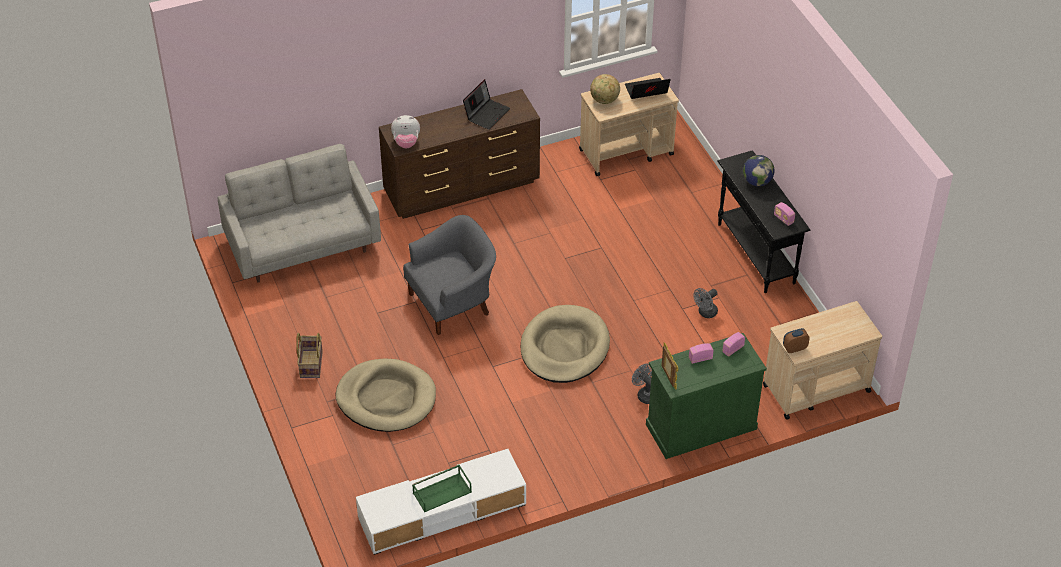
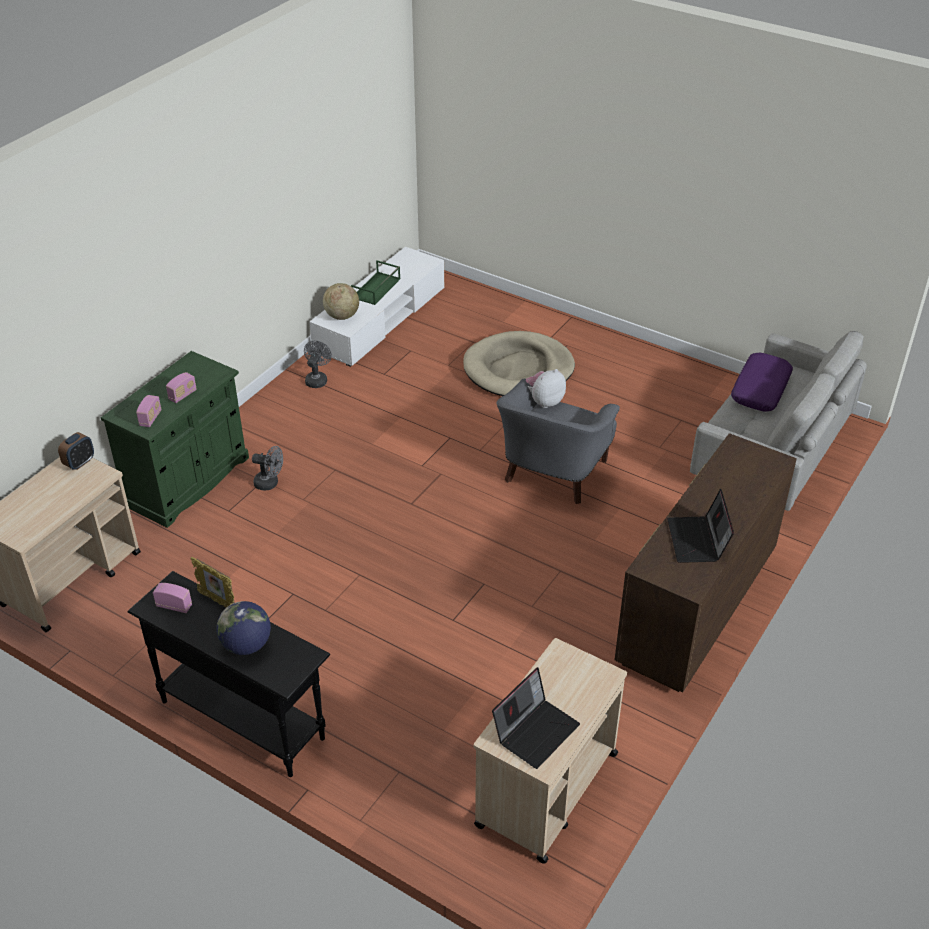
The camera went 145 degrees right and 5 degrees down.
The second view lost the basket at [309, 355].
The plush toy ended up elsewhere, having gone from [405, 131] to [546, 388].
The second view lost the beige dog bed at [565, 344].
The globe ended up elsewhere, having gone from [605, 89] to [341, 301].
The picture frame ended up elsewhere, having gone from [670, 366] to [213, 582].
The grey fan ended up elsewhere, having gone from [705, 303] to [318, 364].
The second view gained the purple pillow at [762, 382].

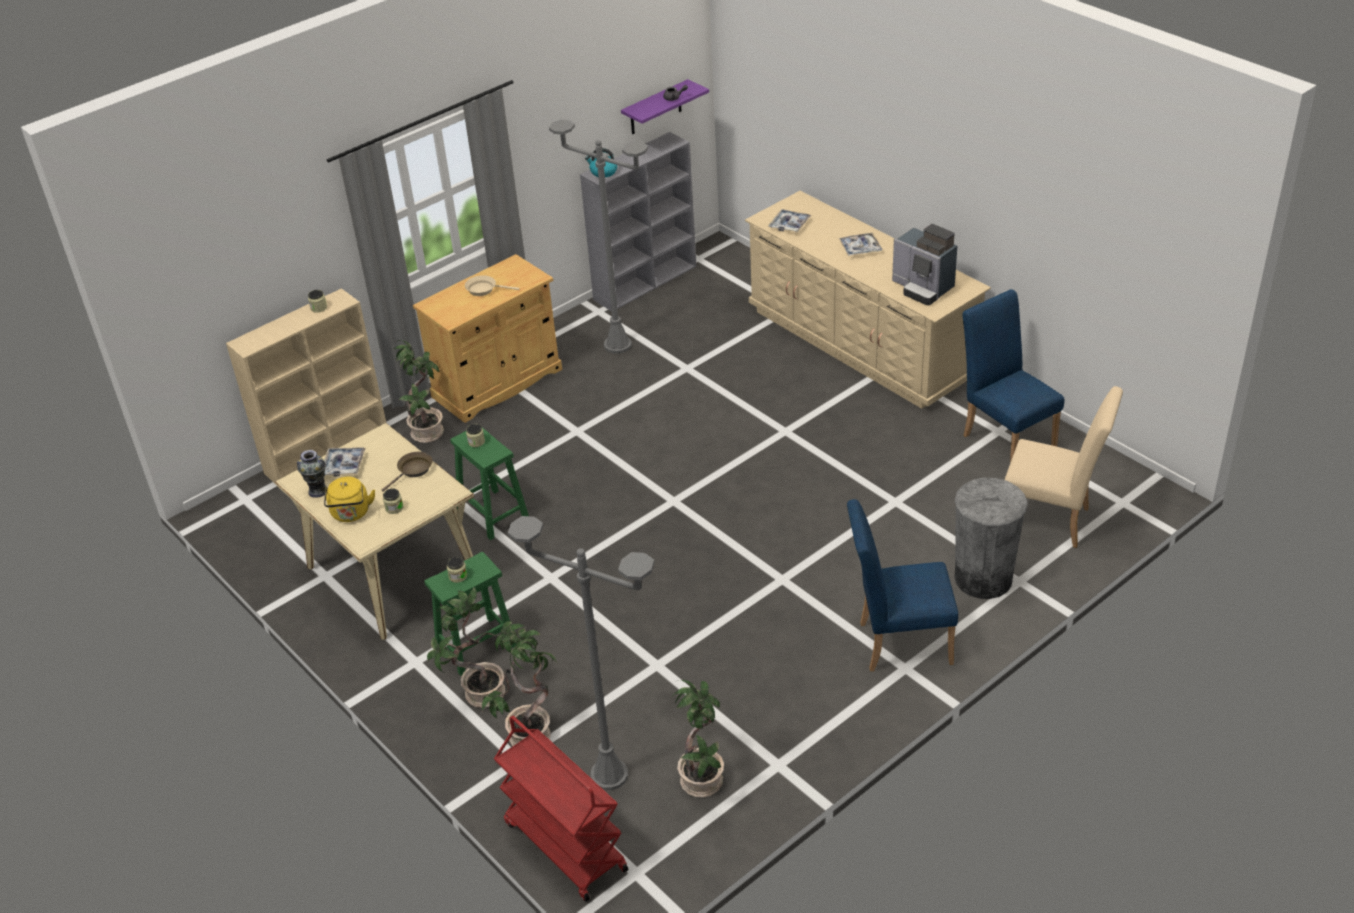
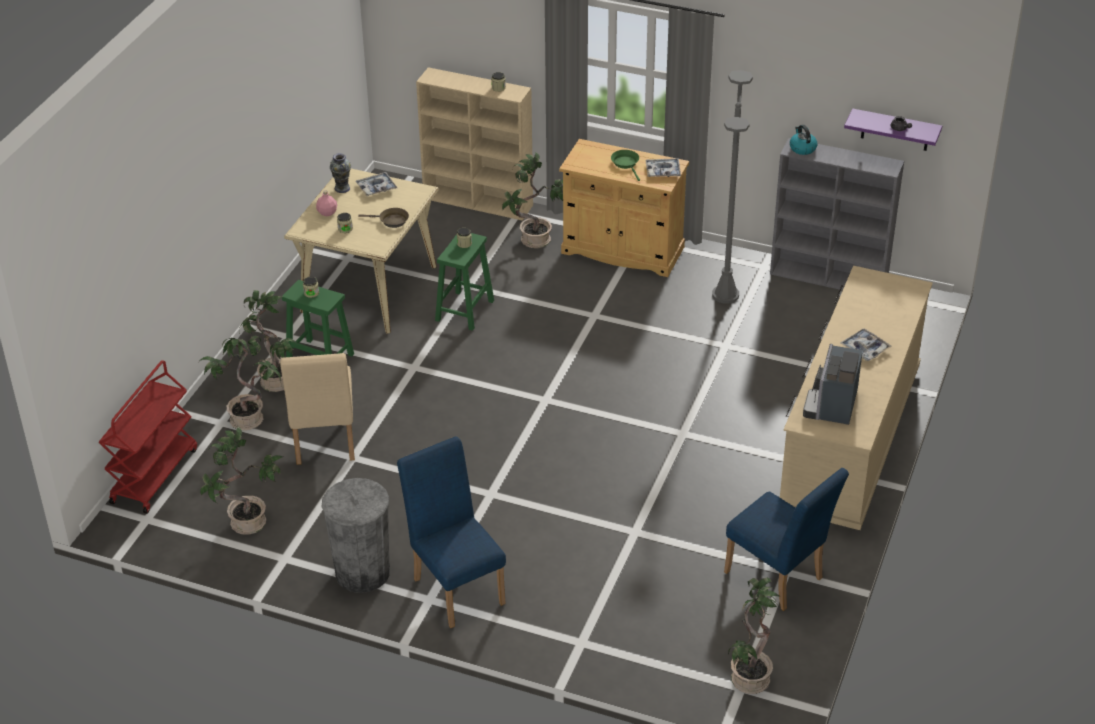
The camera went 60 degrees right and 0 degrees up.
Where the yellow kettle stood at [349, 499], the pink bottle came to stand at [326, 203].
What was the beige frying pan at [492, 285] turned into the green frying pan at [625, 165].
The second view lost the grey floor lamp at [581, 653].
The tray ended up elsewhere, having gone from [789, 221] to [663, 167].
The grey trash can ended up elsewhere, having gone from [991, 538] to [356, 535].
The blue chair at [1013, 376] ended up facing another way, 105 degrees clockwise from before.
The beige chair ended up elsewhere, having gone from [1064, 467] to [317, 409].
The second view gained the potted plant at [753, 635].

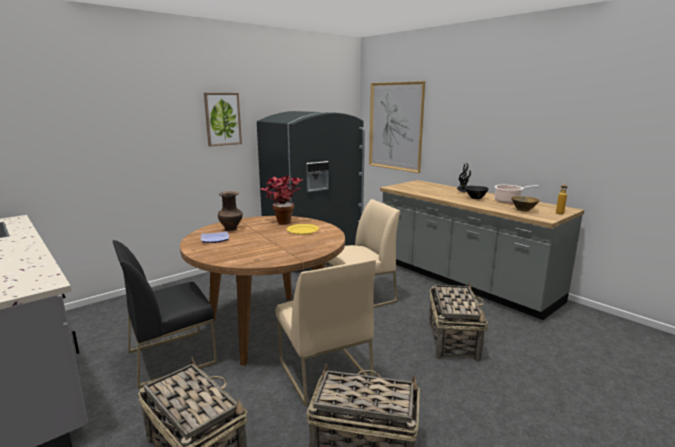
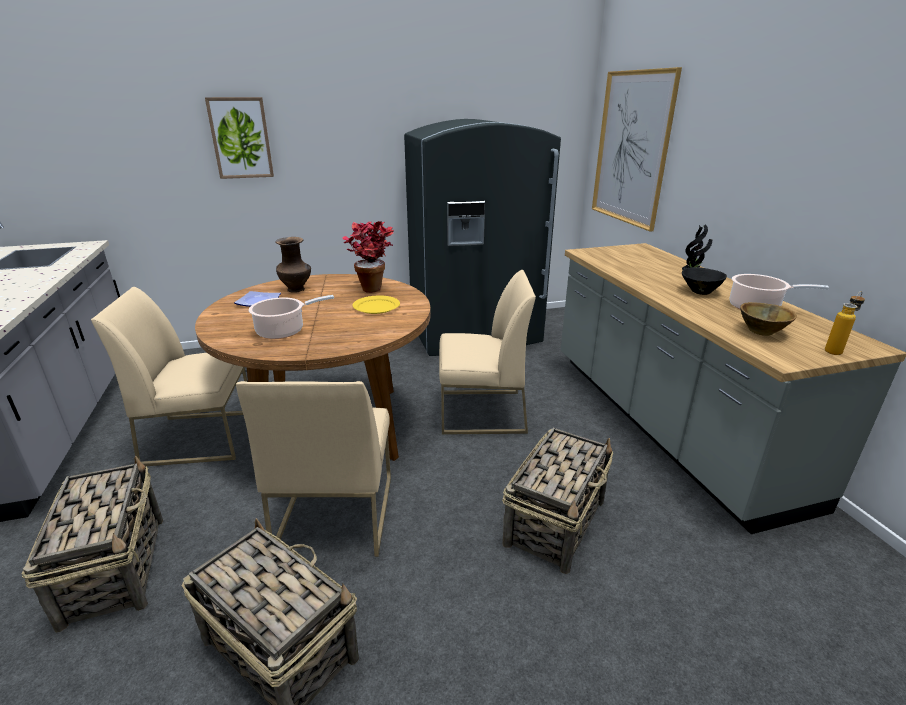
The camera went 25 degrees right and 10 degrees up.
What was the black chair at [164, 314] turned into the beige chair at [169, 376].
The picture ended up elsewhere, having gone from [223, 119] to [239, 138].
The second view gained the cooking pot at [291, 317].

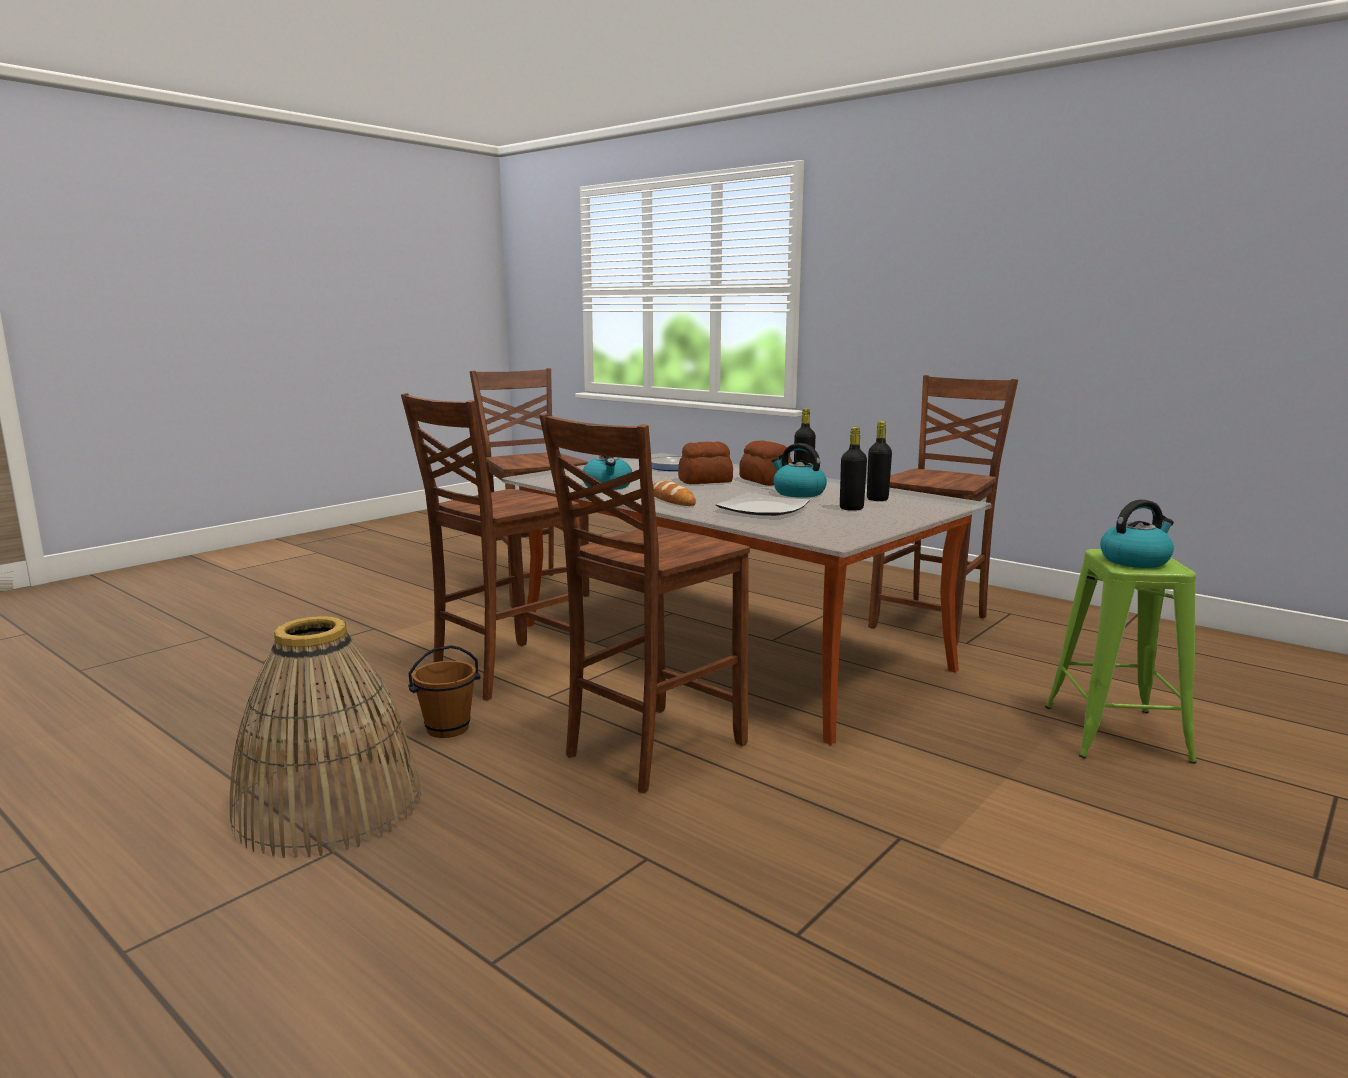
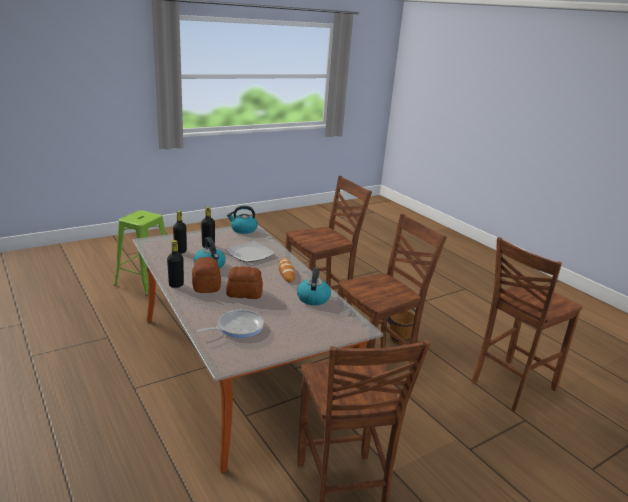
The camera went 165 degrees left and 10 degrees up.
The second view lost the basket at [325, 737].
The brown chair ended up elsewhere, having gone from [943, 510] to [527, 324].
The kettle ended up elsewhere, having gone from [1137, 533] to [242, 219].

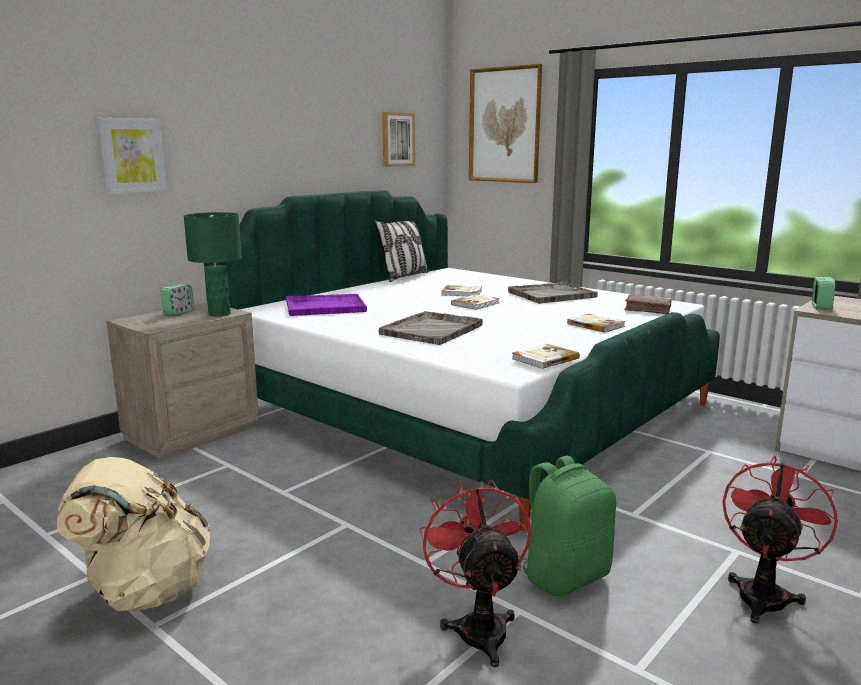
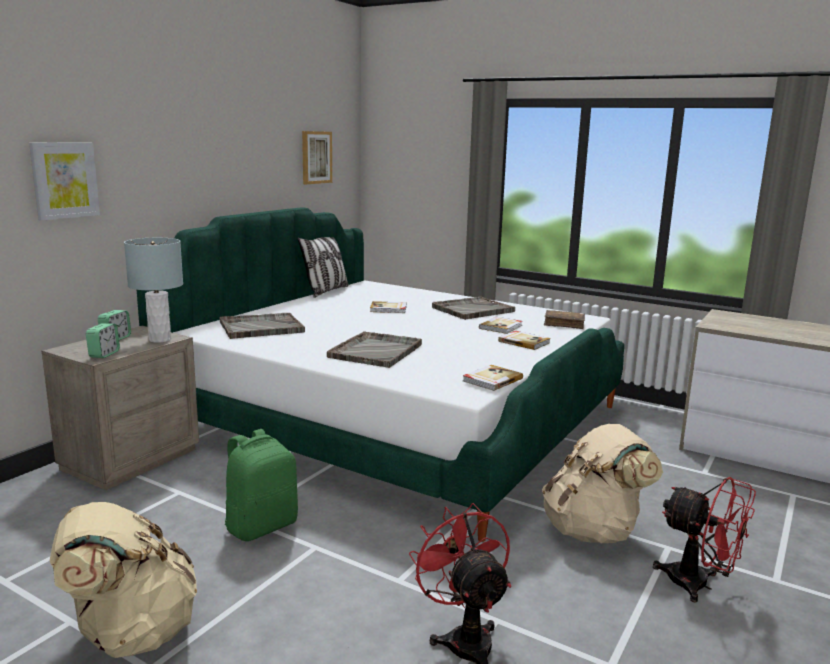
The camera went 10 degrees left and 0 degrees up.
What was the green table lamp at [213, 264] turned into the grey table lamp at [153, 290].
What was the purple tray at [326, 305] turned into the grey tray at [262, 326].
The book ended up elsewhere, having gone from [475, 302] to [500, 325].
The second view lost the picture at [505, 123].
The green backpack ended up elsewhere, having gone from [567, 526] to [261, 485].
The red fan at [780, 539] ended up facing another way, 105 degrees clockwise from before.
The alarm clock ended up elsewhere, having gone from [823, 293] to [103, 340].
The second view gained the beige backpack at [602, 483].

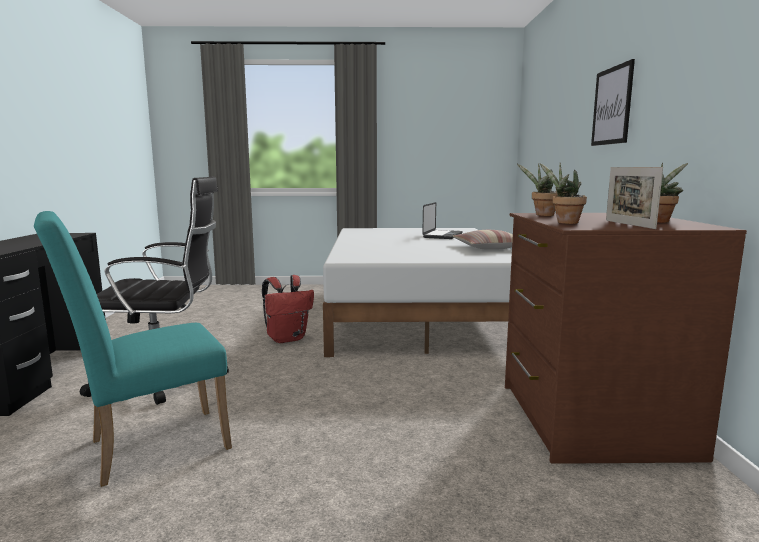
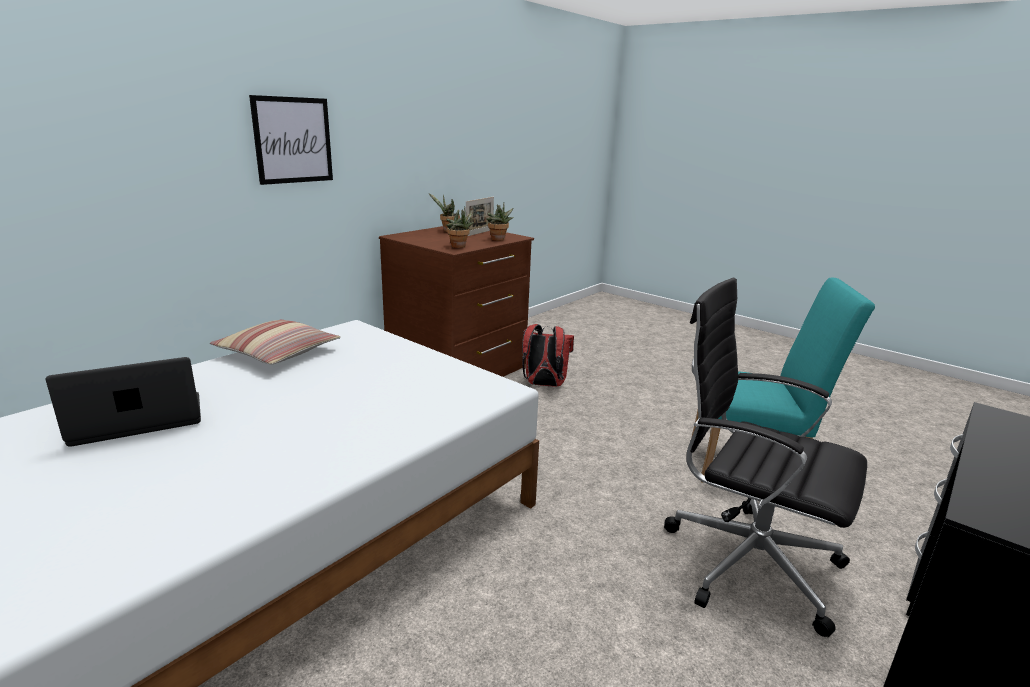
The camera went 140 degrees left and 10 degrees up.
The red backpack ended up elsewhere, having gone from [288, 309] to [548, 355].

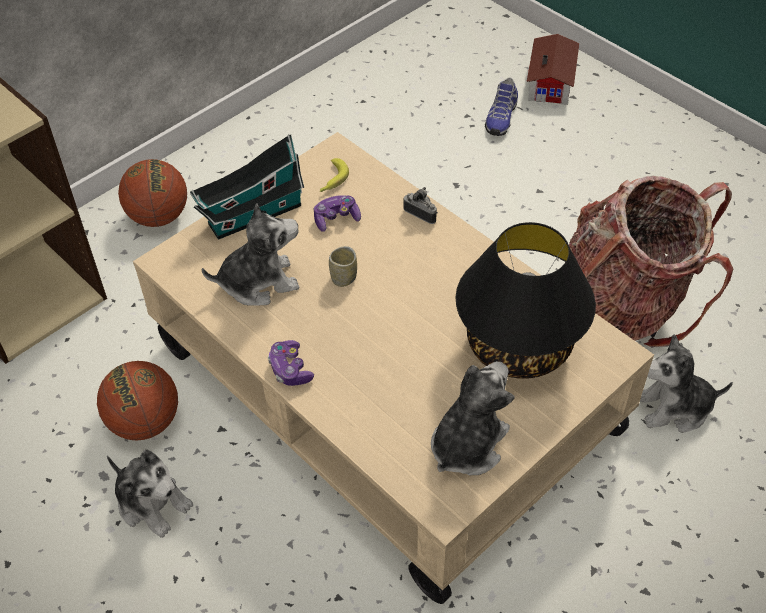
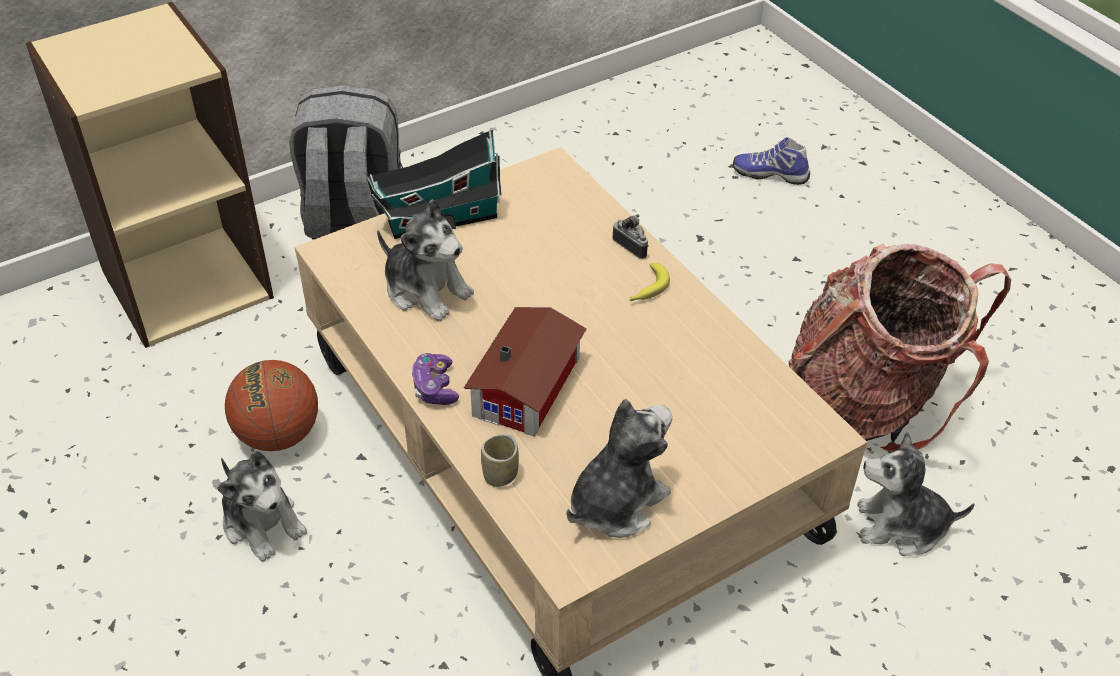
The camera went 10 degrees right and 5 degrees down.
Where the basketball stood at [152, 193], the grey backpack came to stand at [346, 162].
The plush toy at [250, 255] ended up facing another way, 45 degrees clockwise from before.
The second view lost the game controller at [337, 213].
The banana ended up elsewhere, having gone from [334, 175] to [649, 282].
The cup ended up elsewhere, having gone from [343, 266] to [500, 460].
The second view lost the black table lamp at [526, 300].
The shoe at [501, 106] ended up facing another way, 75 degrees clockwise from before.
The toy house ended up elsewhere, having gone from [553, 69] to [525, 372].

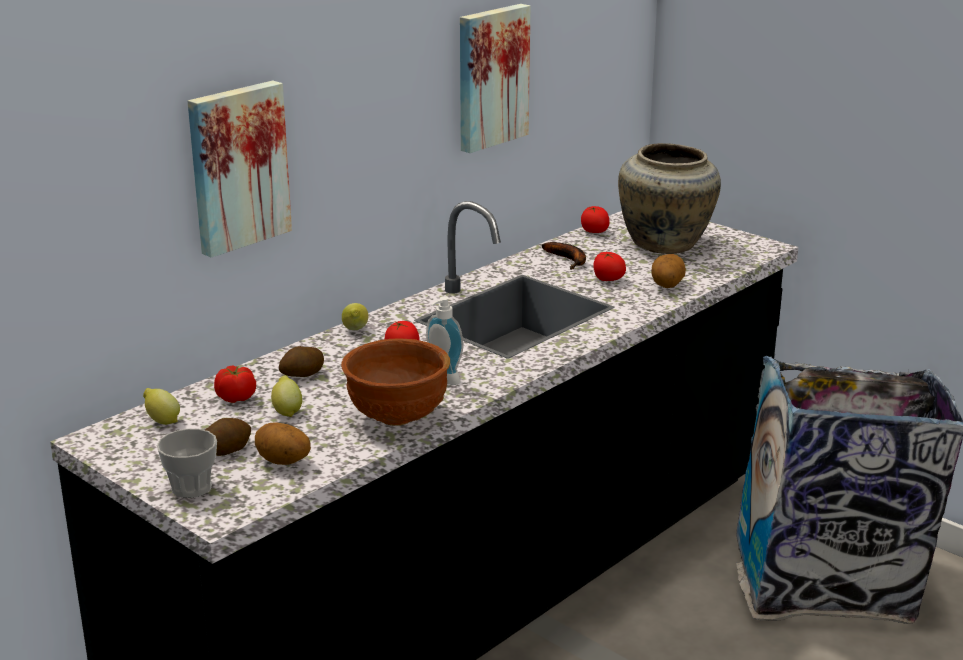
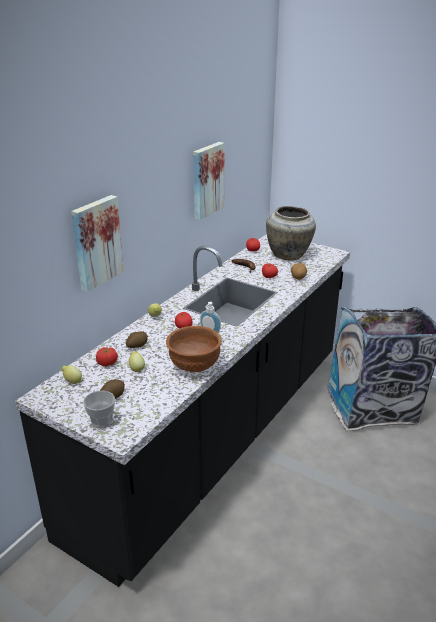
The camera went 10 degrees left and 5 degrees up.
The second view lost the potato at [283, 444].

